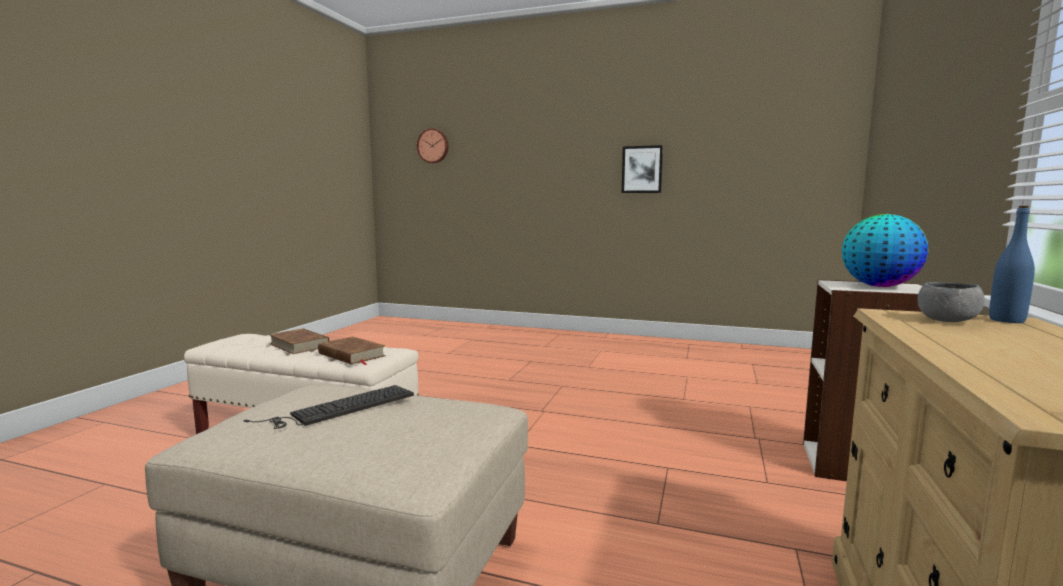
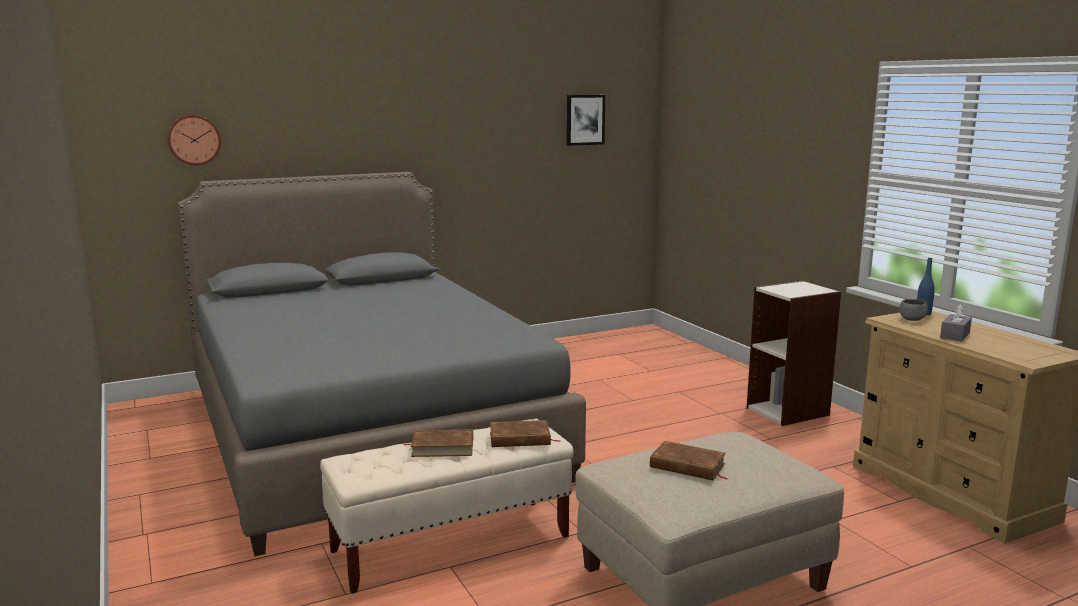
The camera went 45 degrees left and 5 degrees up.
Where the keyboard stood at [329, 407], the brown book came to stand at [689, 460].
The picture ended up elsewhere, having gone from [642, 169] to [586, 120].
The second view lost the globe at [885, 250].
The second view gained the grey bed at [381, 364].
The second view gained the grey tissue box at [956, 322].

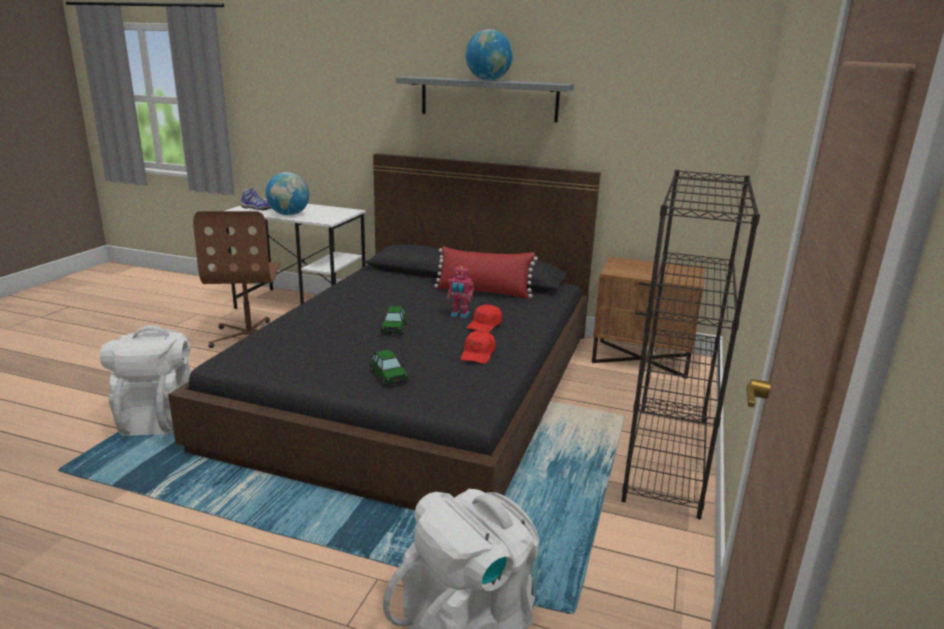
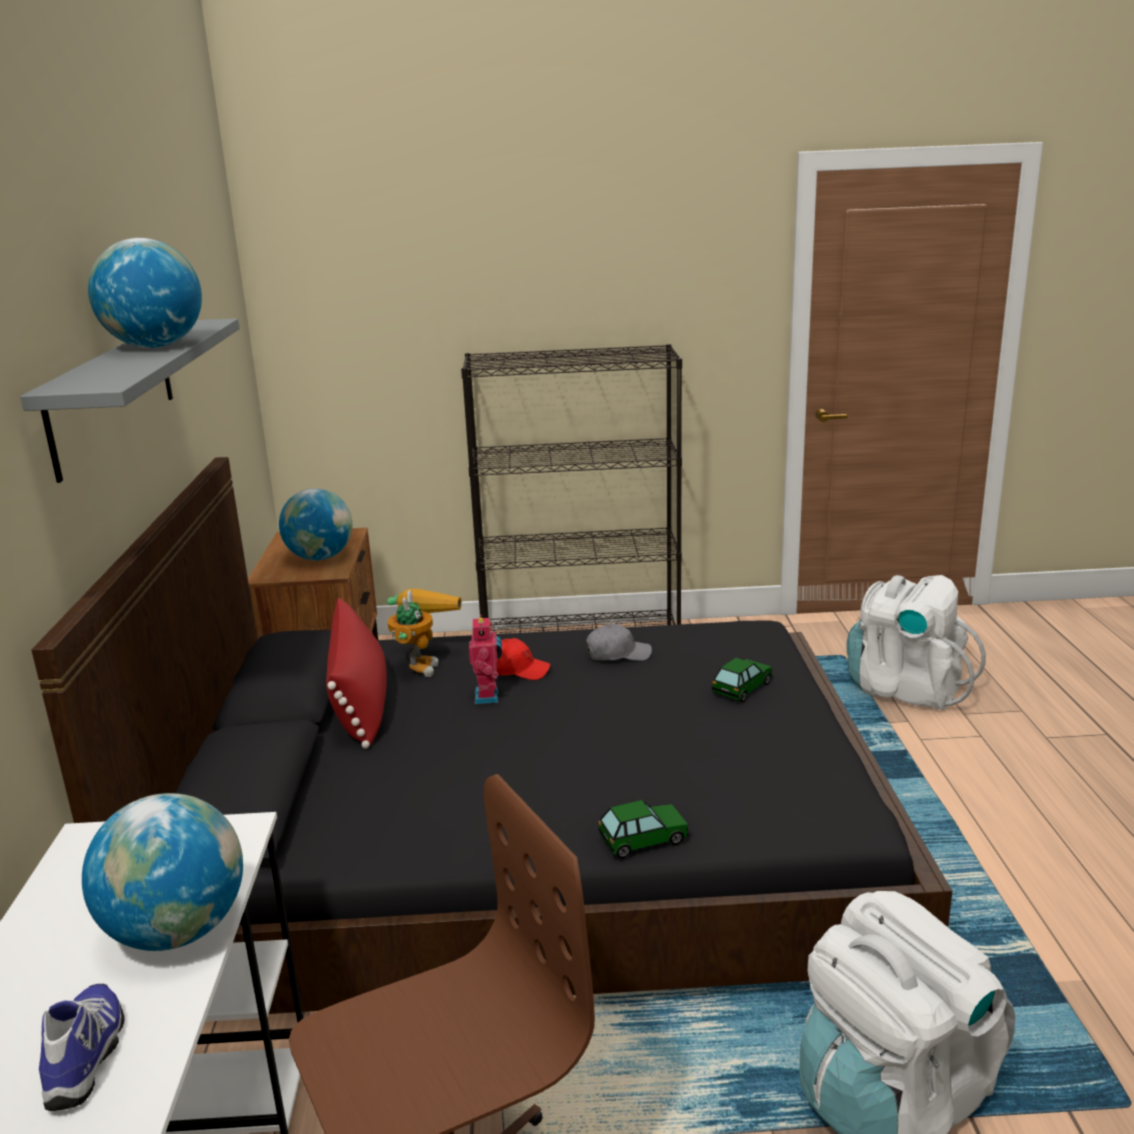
The camera went 110 degrees left and 0 degrees up.
The toy car ended up elsewhere, having gone from [394, 320] to [643, 829].
What was the red cap at [478, 347] turned into the grey cap at [619, 642].
The second view gained the globe at [315, 524].
The second view gained the toy robot at [424, 633].

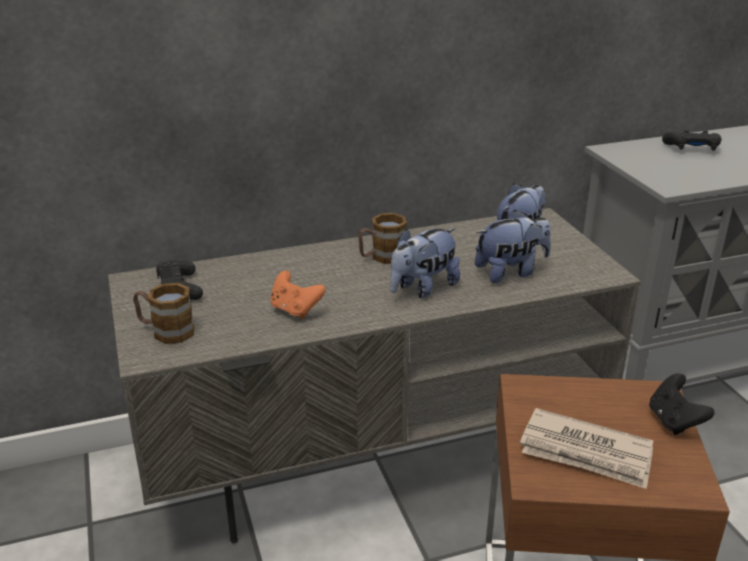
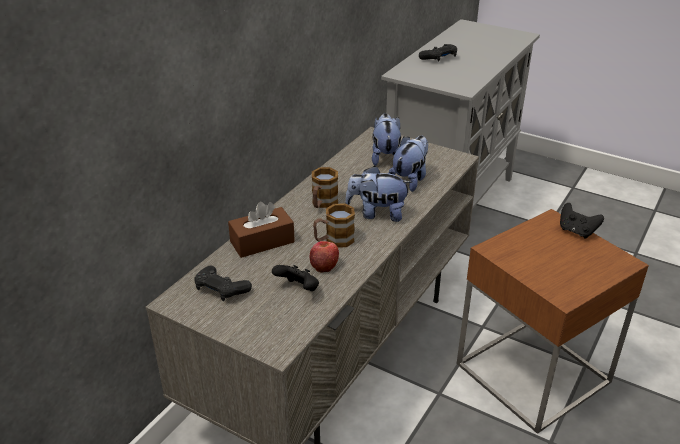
The camera went 40 degrees left and 5 degrees up.
The mug ended up elsewhere, having gone from [163, 313] to [334, 225].
Where the orange game controller stood at [298, 294], the apple came to stand at [324, 257].
The plush toy at [425, 263] ended up facing another way, 90 degrees clockwise from before.
The second view lost the newspaper at [587, 448].
The second view gained the brown tissue box at [261, 230].
The second view gained the black game controller at [295, 278].

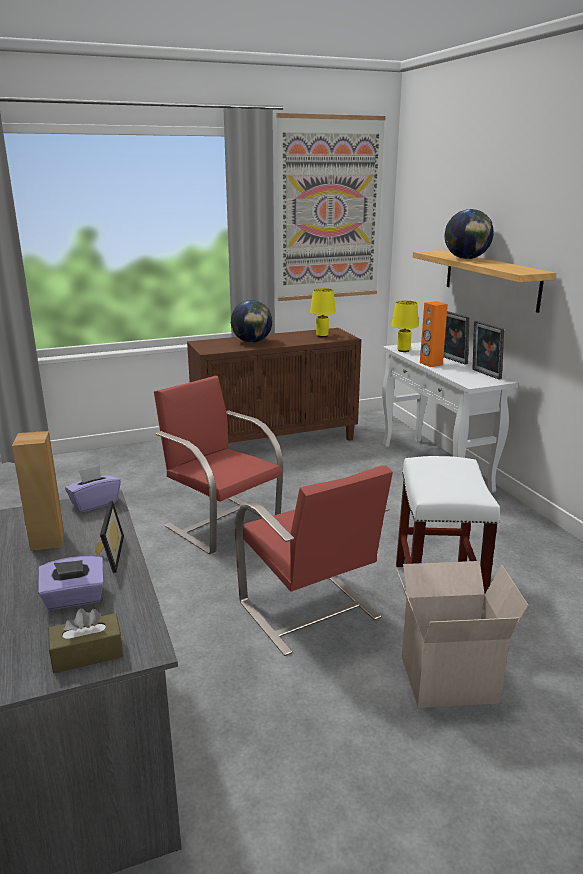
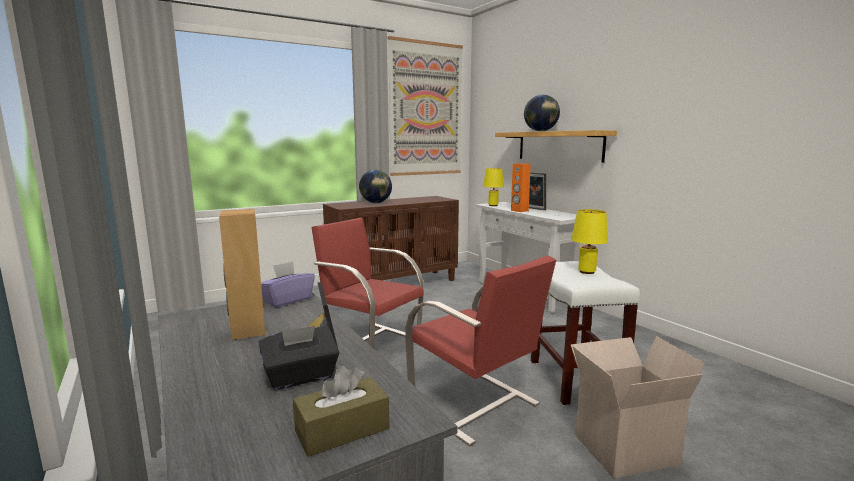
The camera went 10 degrees left and 10 degrees down.
What was the purple tissue box at [71, 583] turned into the black tissue box at [298, 358].
The yellow table lamp ended up elsewhere, having gone from [323, 312] to [589, 241].
The second view lost the picture frame at [488, 350].

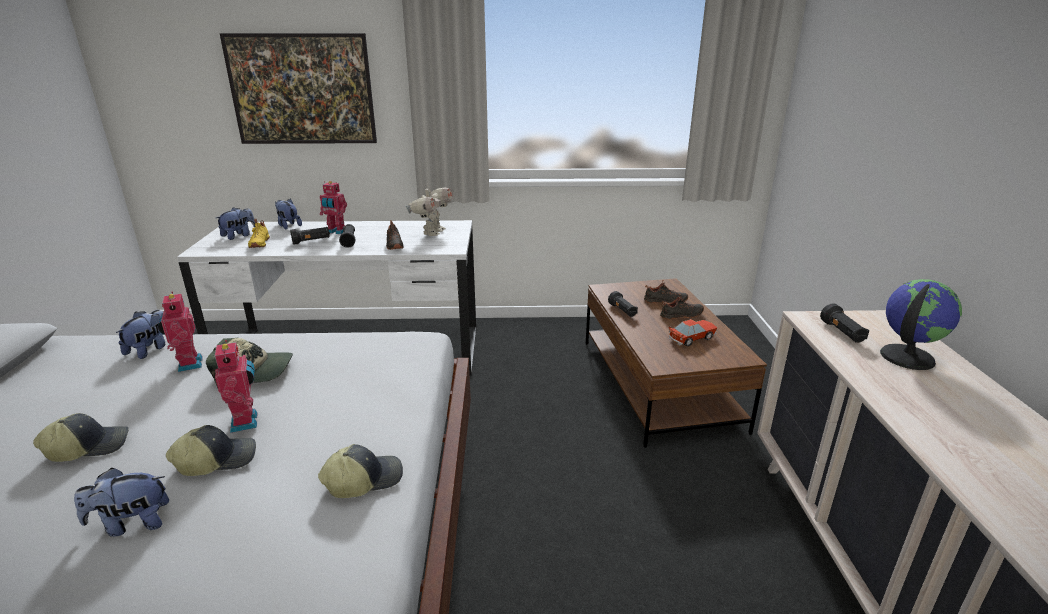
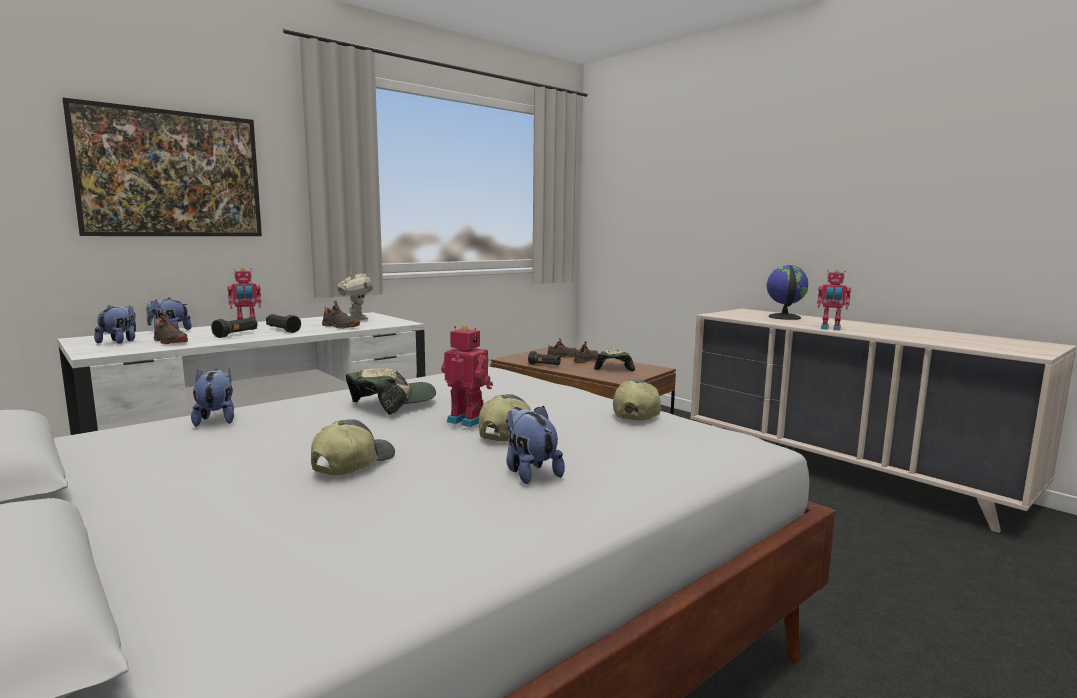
The camera went 40 degrees left and 15 degrees down.
The plush toy at [121, 502] ended up facing another way, 120 degrees clockwise from before.
The toy robot ended up elsewhere, having gone from [180, 332] to [834, 300].
What was the yellow shoe at [259, 233] turned into the black shoe at [171, 327].
Where the toy car stood at [692, 332], the cap came to stand at [614, 360].
The second view lost the black flashlight at [844, 323].

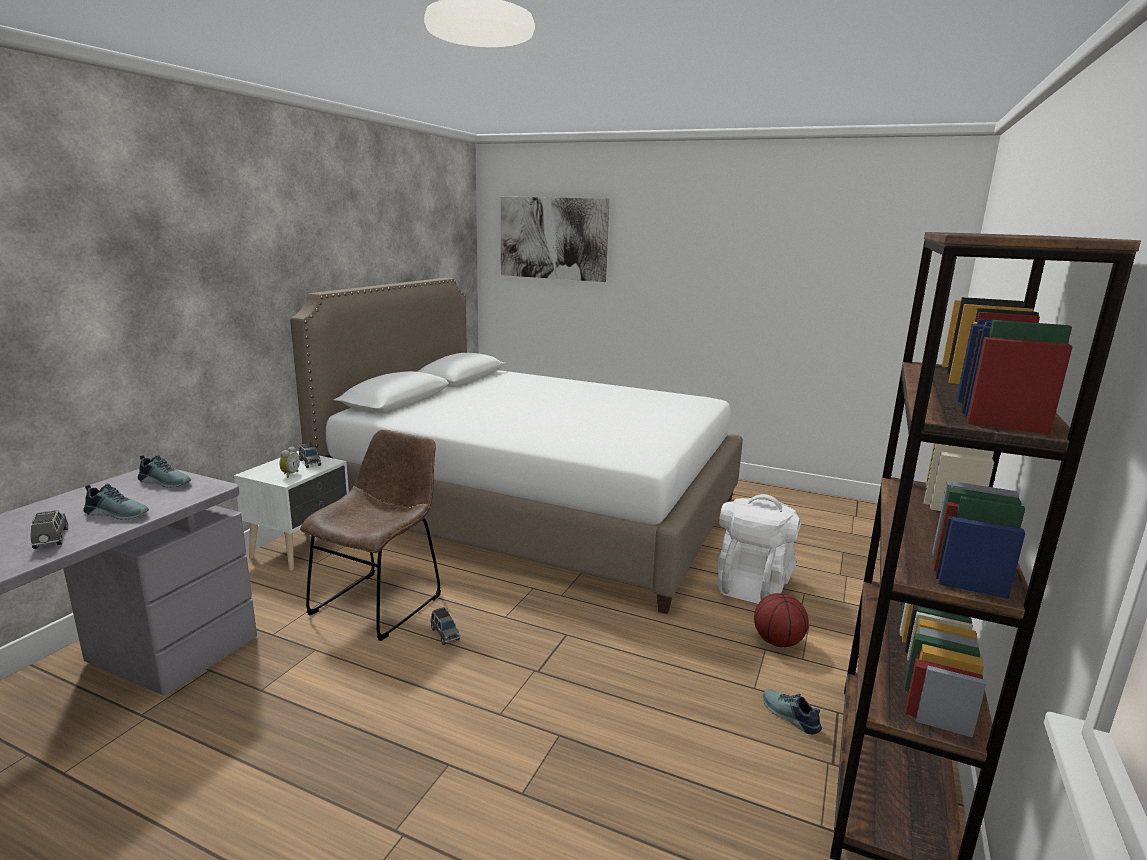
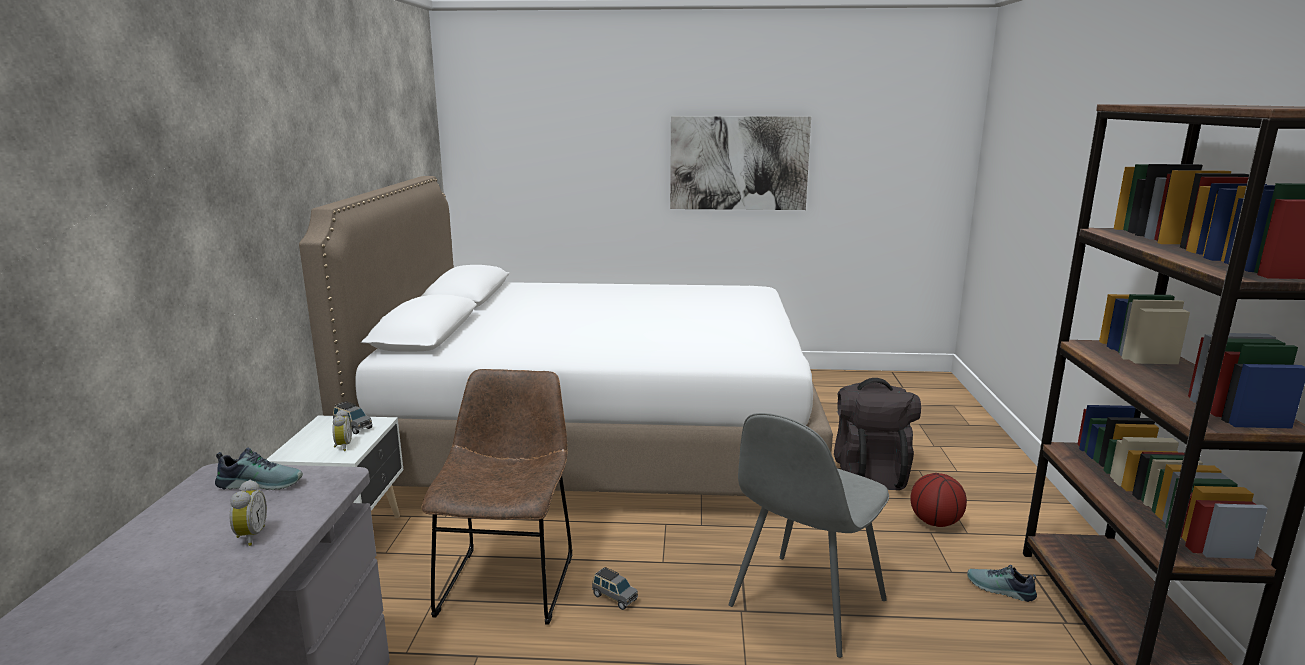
The camera went 20 degrees left and 0 degrees up.
The second view lost the grey toy car at [49, 529].
Where the shoe stood at [116, 501], the alarm clock came to stand at [248, 513].
The picture ended up elsewhere, having gone from [555, 239] to [740, 163].
What was the white backpack at [759, 549] turned into the black backpack at [877, 434].
The second view gained the grey chair at [809, 535].

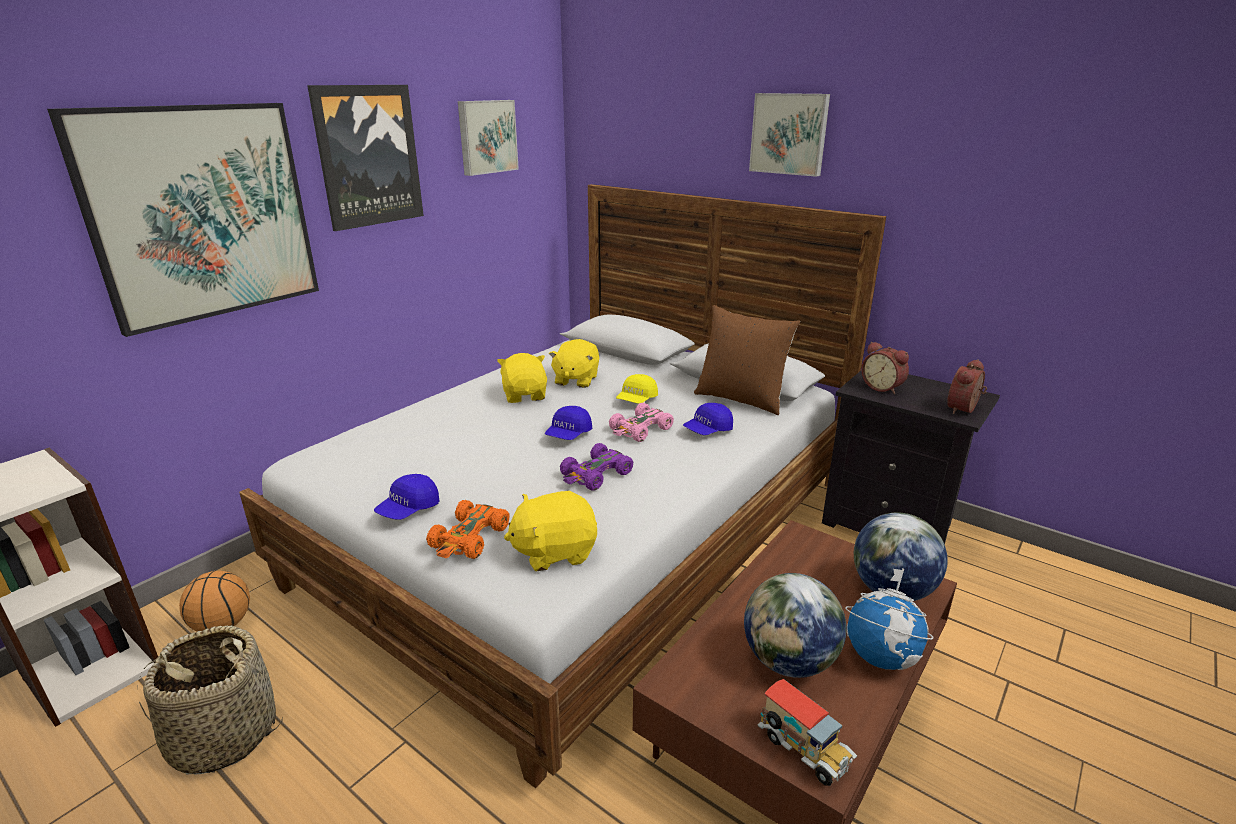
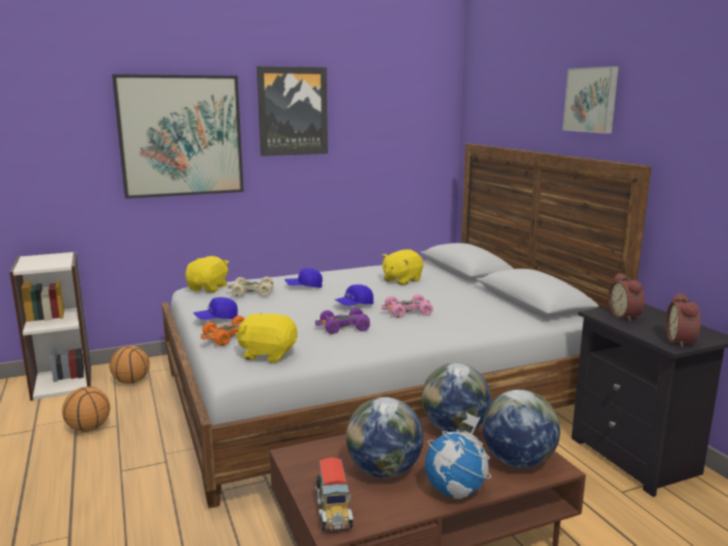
The camera went 30 degrees right and 10 degrees down.
Where the basket stood at [210, 700], the basketball came to stand at [86, 409].
The second view lost the picture at [488, 138].
The yellow plush toy ended up elsewhere, having gone from [522, 378] to [207, 274].
The second view lost the yellow cap at [637, 389].
The blue cap ended up elsewhere, having gone from [708, 419] to [304, 278].
The second view lost the brown pillow at [747, 360].
The alarm clock at [967, 386] ended up facing another way, 60 degrees counterclockwise from before.
The second view gained the beige toy car at [250, 287].
The second view gained the globe at [456, 398].

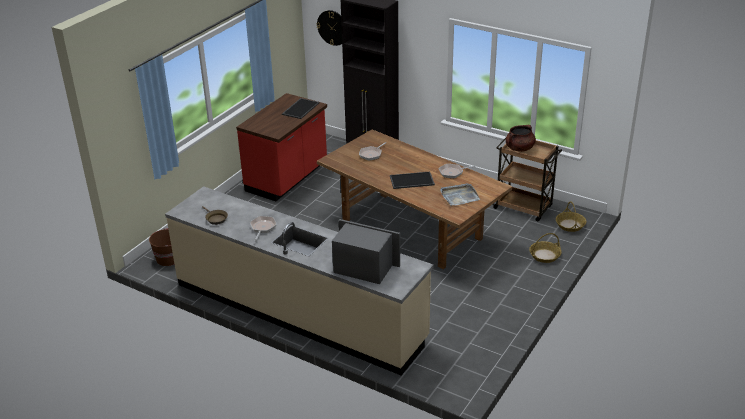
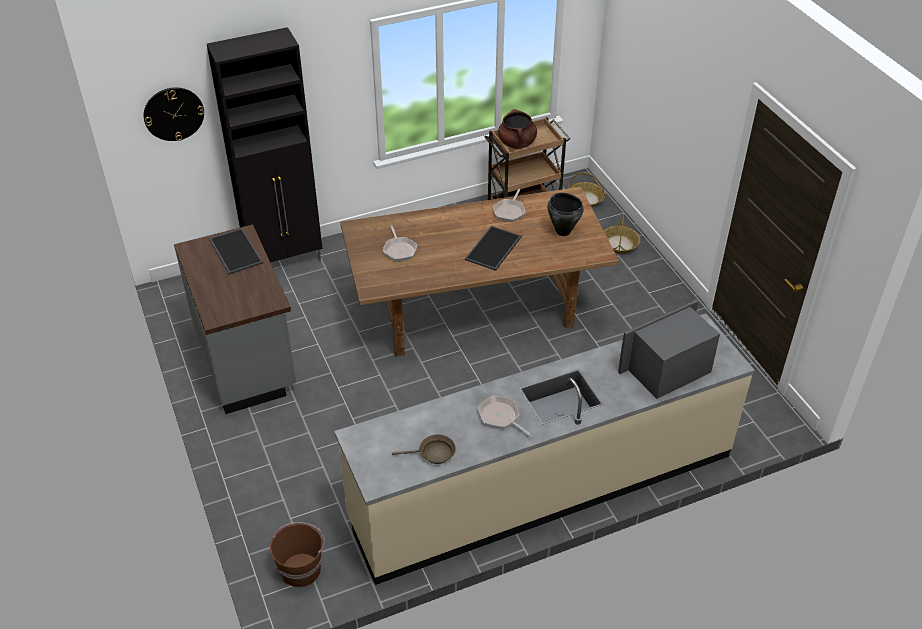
The camera went 55 degrees left and 10 degrees up.
What was the red counter at [281, 147] turned into the grey counter at [235, 319].
Where the grey tray stood at [460, 194], the black cooking pot came to stand at [565, 214].

